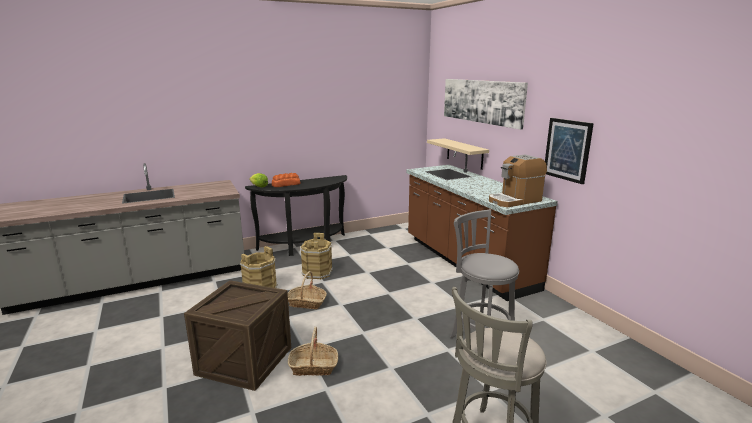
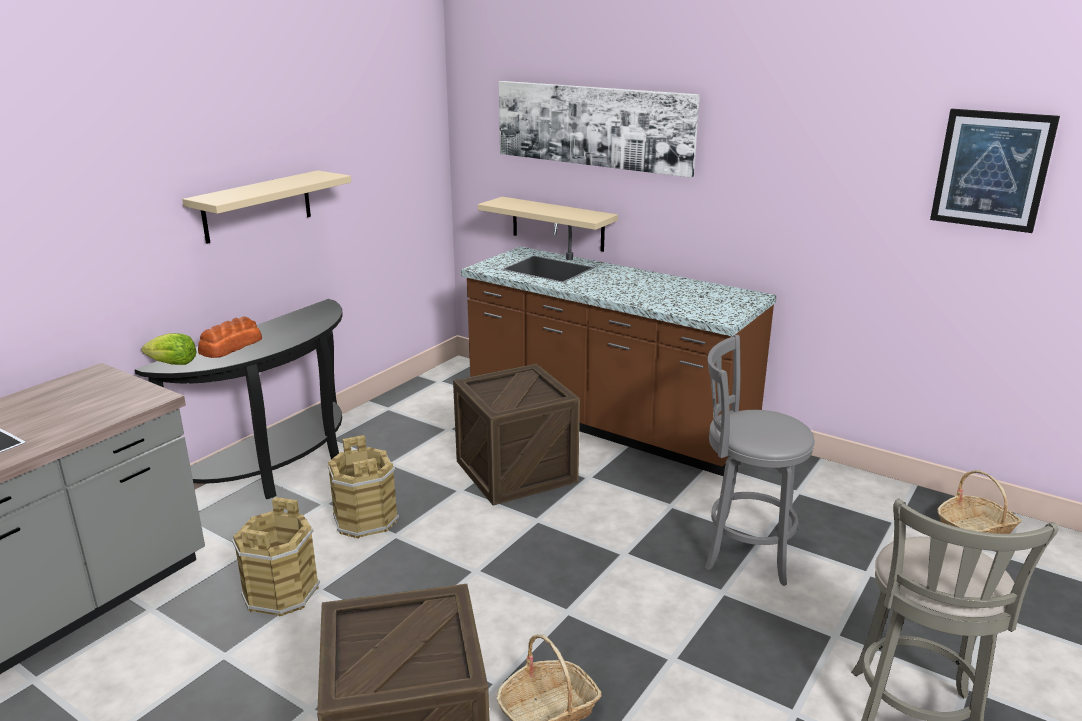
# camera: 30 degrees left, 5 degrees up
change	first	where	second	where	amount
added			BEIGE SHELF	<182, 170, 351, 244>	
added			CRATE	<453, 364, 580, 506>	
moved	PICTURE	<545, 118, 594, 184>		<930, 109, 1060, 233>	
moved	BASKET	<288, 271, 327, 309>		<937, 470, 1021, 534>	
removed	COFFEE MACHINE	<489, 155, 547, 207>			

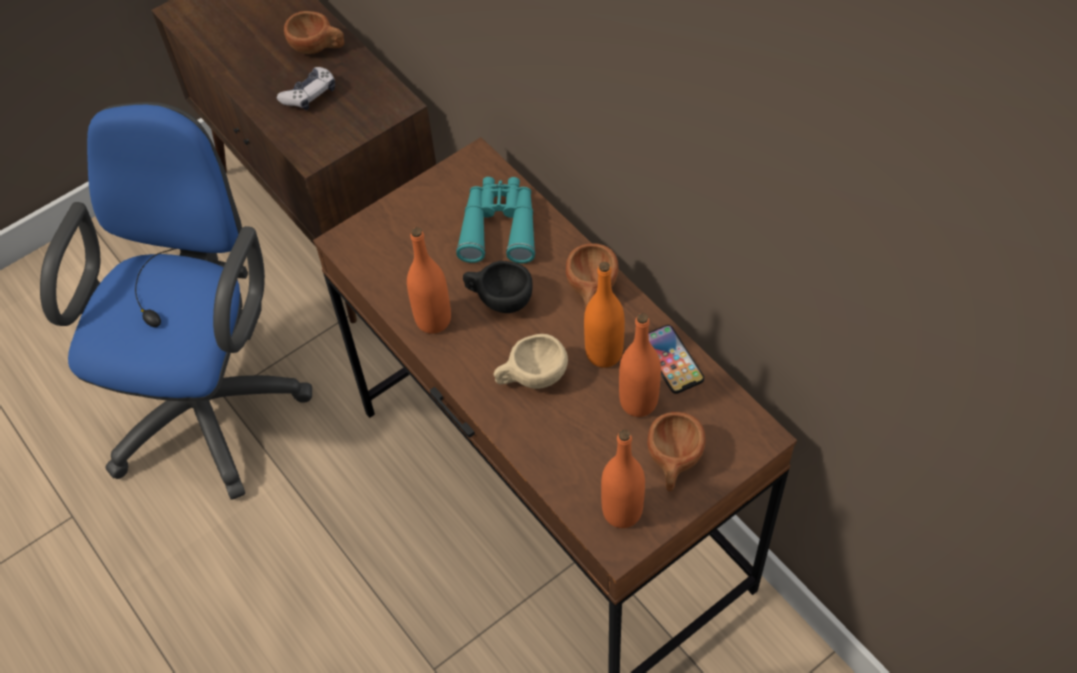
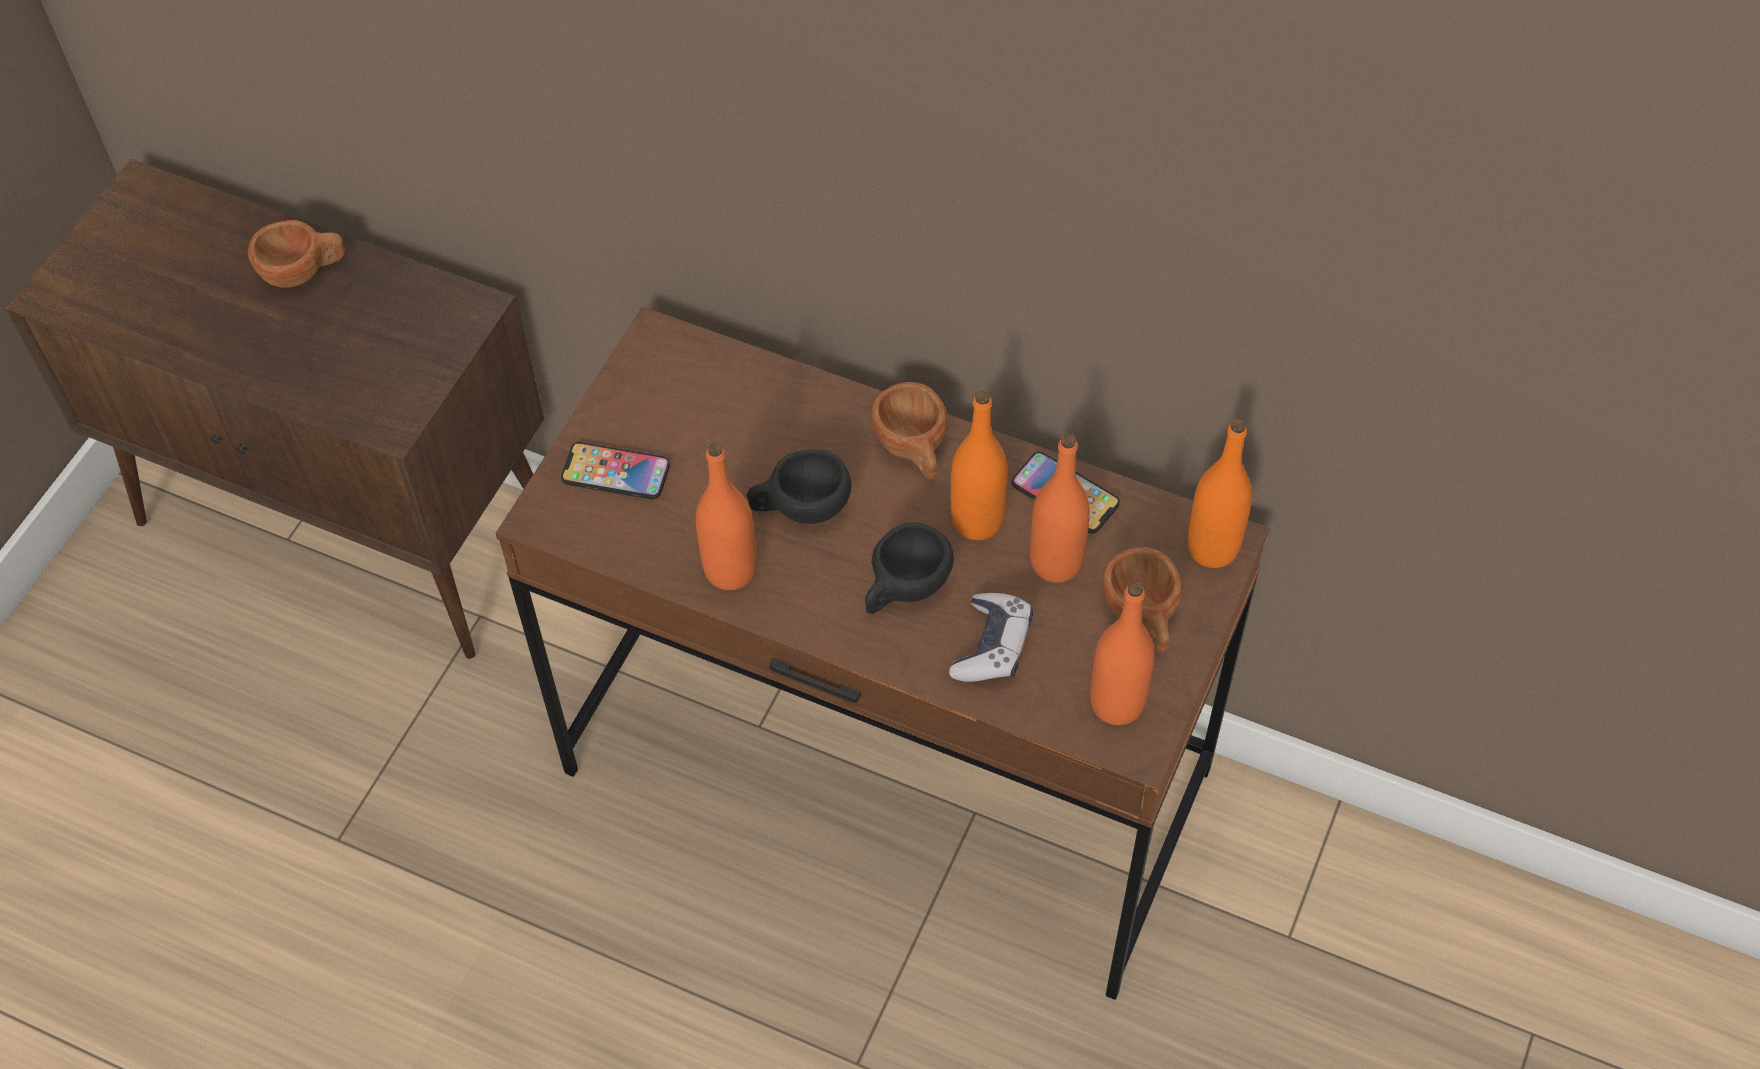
# camera: 30 degrees left, 0 degrees up
change	first	where	second	where	amount
added			PHONE	<561, 442, 670, 499>	
recoloured	BEIGE CUP	<494, 334, 568, 389>	BLACK CUP	<865, 522, 954, 614>	
moved	GAME CONTROLLER	<277, 67, 335, 110>		<949, 593, 1033, 682>	
added			ORANGE BOTTLE	<1187, 419, 1252, 568>	
removed	BLUE OFFICE CHAIR	<40, 102, 312, 500>			
removed	TURQUOISE BINOCULARS	<456, 177, 536, 264>			

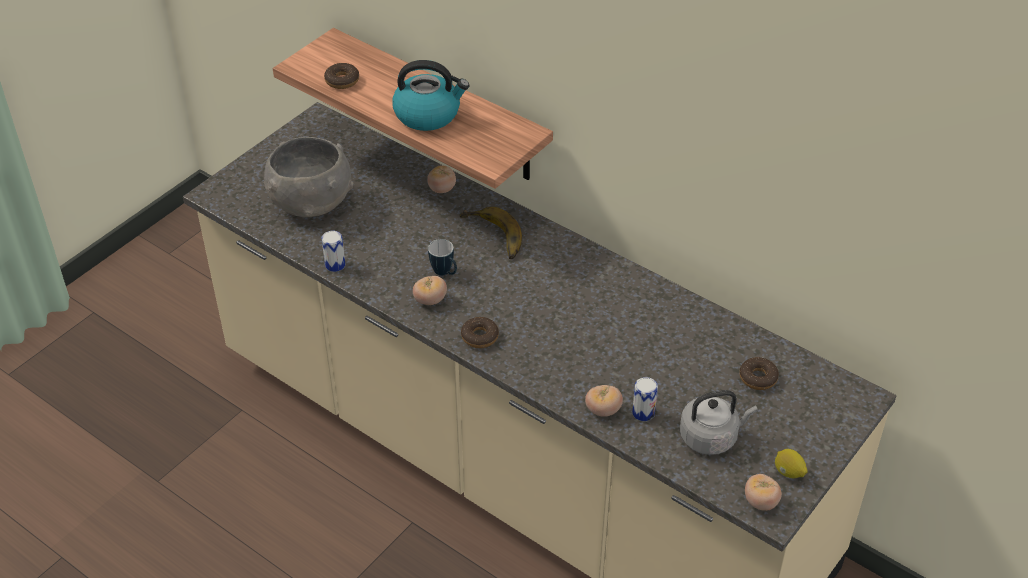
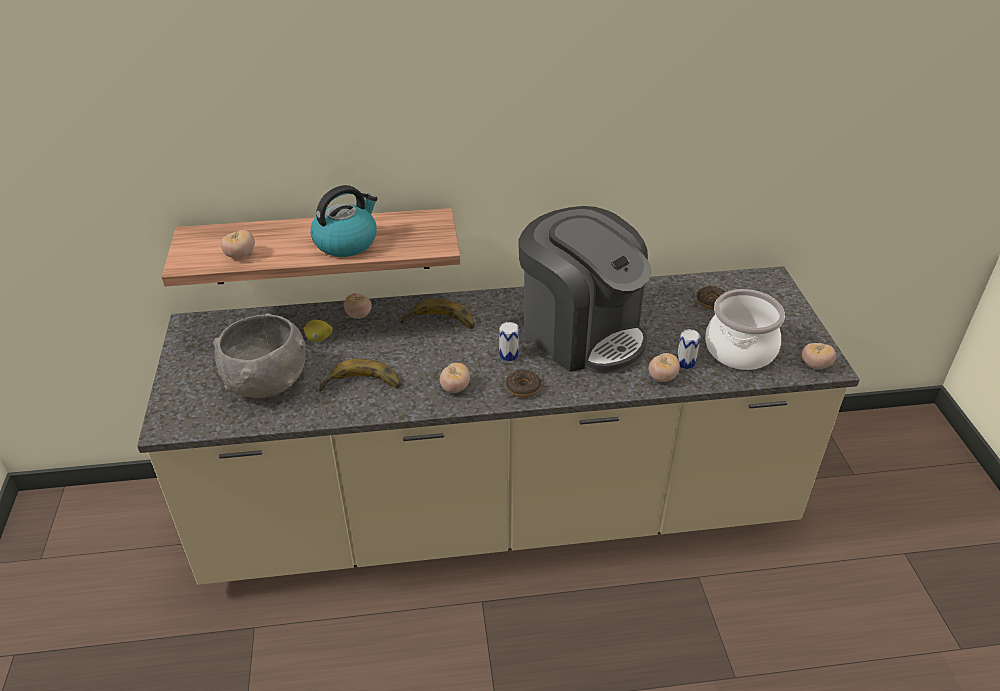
# camera: 45 degrees left, 5 degrees down
change	first	where	second	where	amount
replaced	DONUT	<324, 63, 359, 89>	TOMATO	<221, 230, 255, 258>	
moved	LEMON	<775, 449, 808, 478>		<304, 320, 333, 342>	
added			BANANA	<319, 359, 401, 391>	
moved	CAN	<322, 231, 345, 272>		<499, 322, 519, 361>	
added			COFFEE MACHINE	<518, 206, 651, 373>	
replaced	GREY KETTLE	<680, 390, 758, 455>	COOKING POT	<705, 289, 785, 370>	
removed	MUG	<428, 239, 457, 276>			

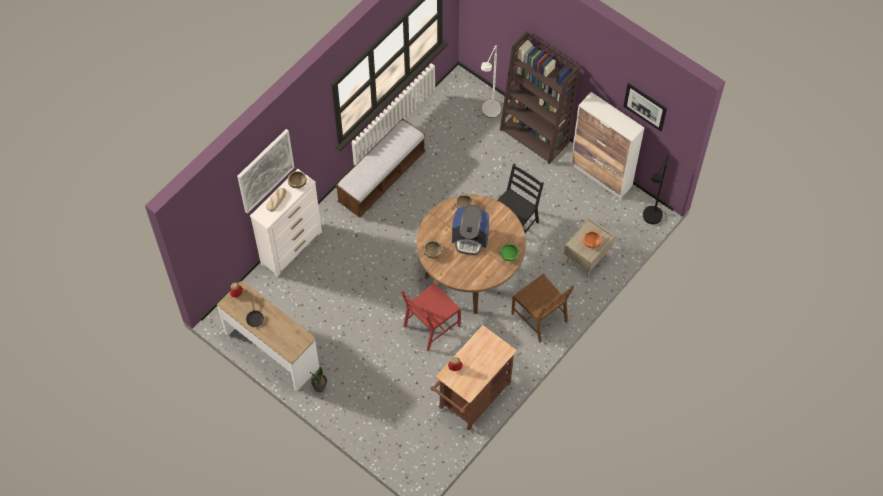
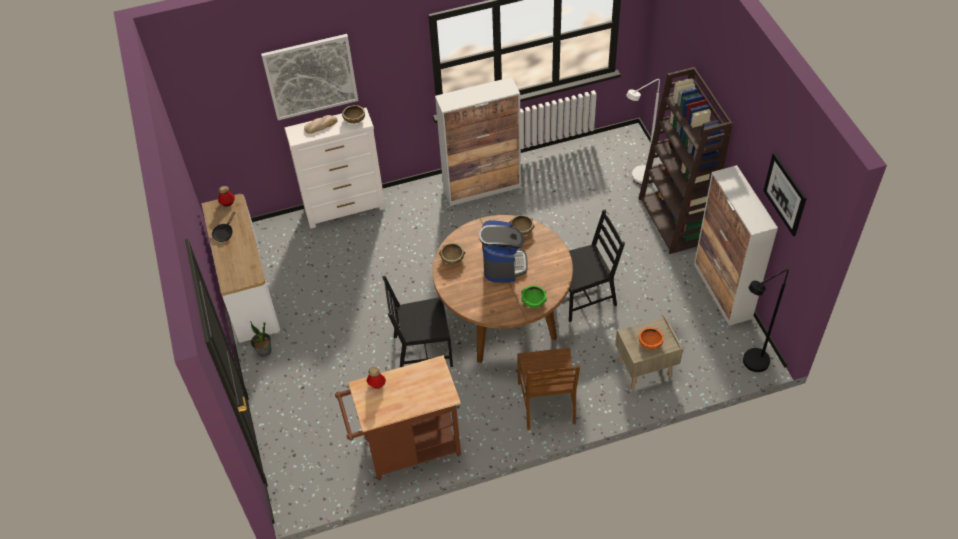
# camera: 35 degrees right, 10 degrees down
change	first	where	second	where	amount
recoloured	RED CHAIR	<401, 282, 461, 351>	BLACK CHAIR	<382, 276, 453, 367>	
replaced	BENCH	<336, 118, 425, 218>	CABINET	<435, 77, 521, 206>	
turned	COFFEE MACHINE	<452, 205, 489, 255>		<479, 220, 528, 282>	135 degrees counterclockwise

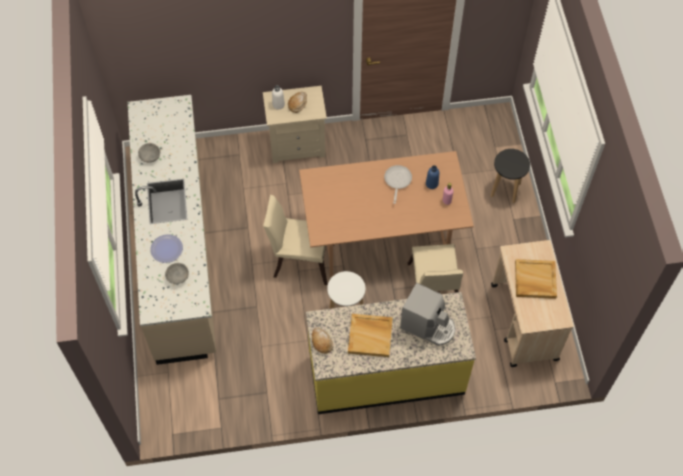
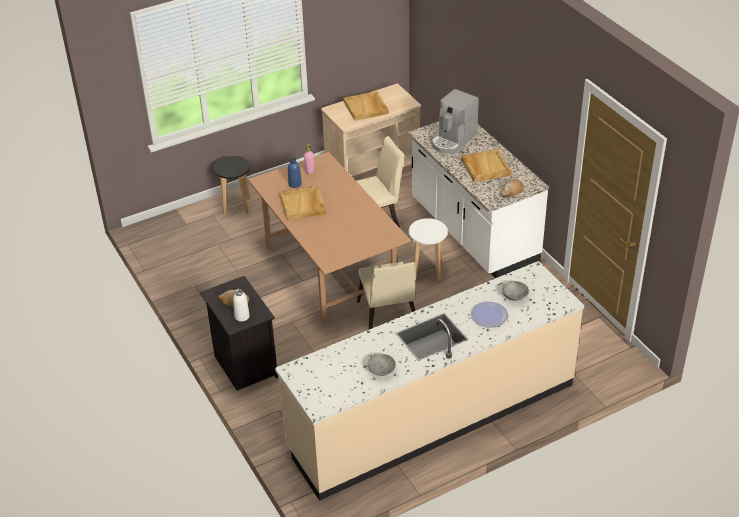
# camera: 110 degrees left, 20 degrees down
change	first	where	second	where	amount
recoloured	BEIGE NIGHTSTAND	<263, 86, 327, 163>	BLACK NIGHTSTAND	<200, 276, 278, 391>	
replaced	FRYING PAN	<384, 165, 412, 204>	BEIGE TRAY	<280, 186, 326, 220>	
recoloured	YELLOW COUNTER	<306, 292, 476, 414>	WHITE COUNTER	<408, 121, 549, 278>	
turned	COFFEE MACHINE	<400, 283, 456, 346>		<432, 89, 479, 154>	150 degrees counterclockwise

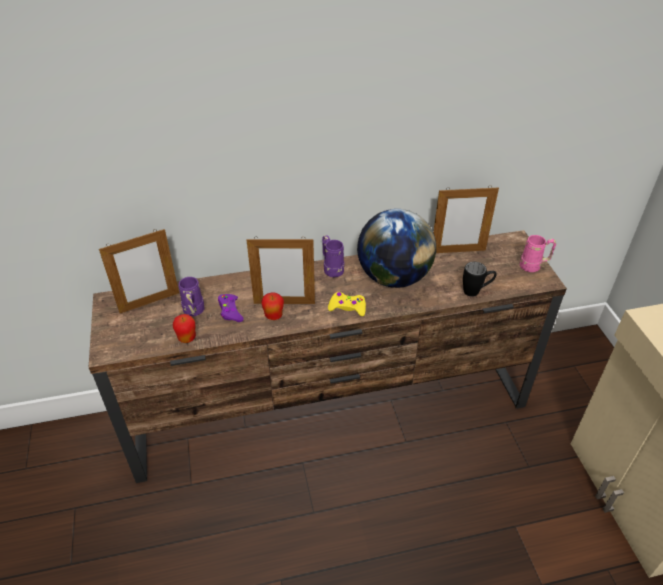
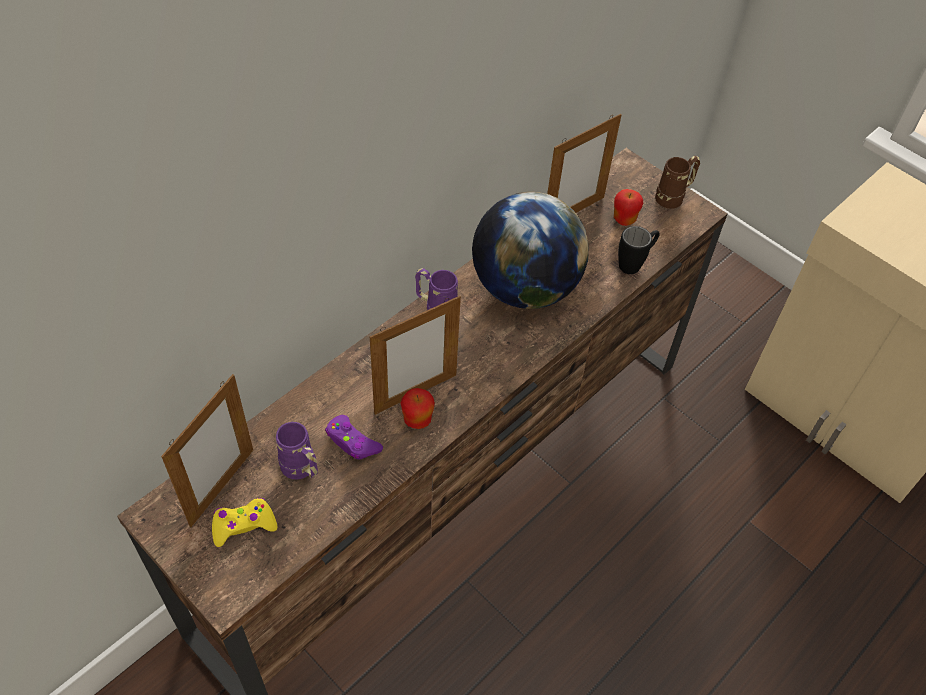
# camera: 35 degrees left, 10 degrees up
change	first	where	second	where	amount
moved	YELLOW GAME CONTROLLER	<328, 292, 366, 316>		<212, 498, 277, 547>	
moved	APPLE	<173, 314, 196, 343>		<614, 189, 643, 226>	
recoloured	PINK MUG	<520, 235, 556, 272>	BROWN MUG	<655, 156, 700, 209>	

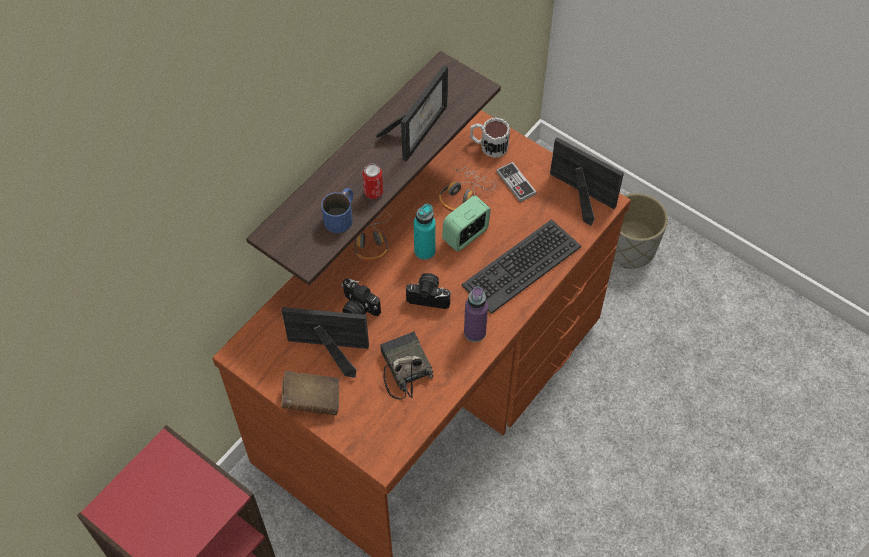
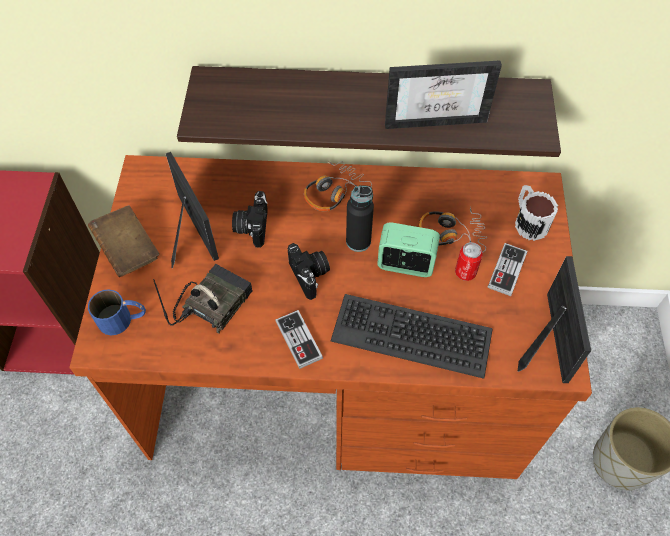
# camera: 55 degrees right, 0 degrees up
change	first	where	second	where	amount
moved	BLUE MUG	<321, 188, 353, 233>		<88, 289, 146, 335>	
replaced	PURPLE BOTTLE	<464, 286, 488, 342>	GAME CONTROLLER	<275, 310, 323, 369>	
recoloured	TURQUOISE BOTTLE	<414, 204, 436, 260>	BLACK BOTTLE	<346, 185, 374, 252>	
moved	CAN	<363, 163, 383, 199>		<455, 242, 483, 281>	

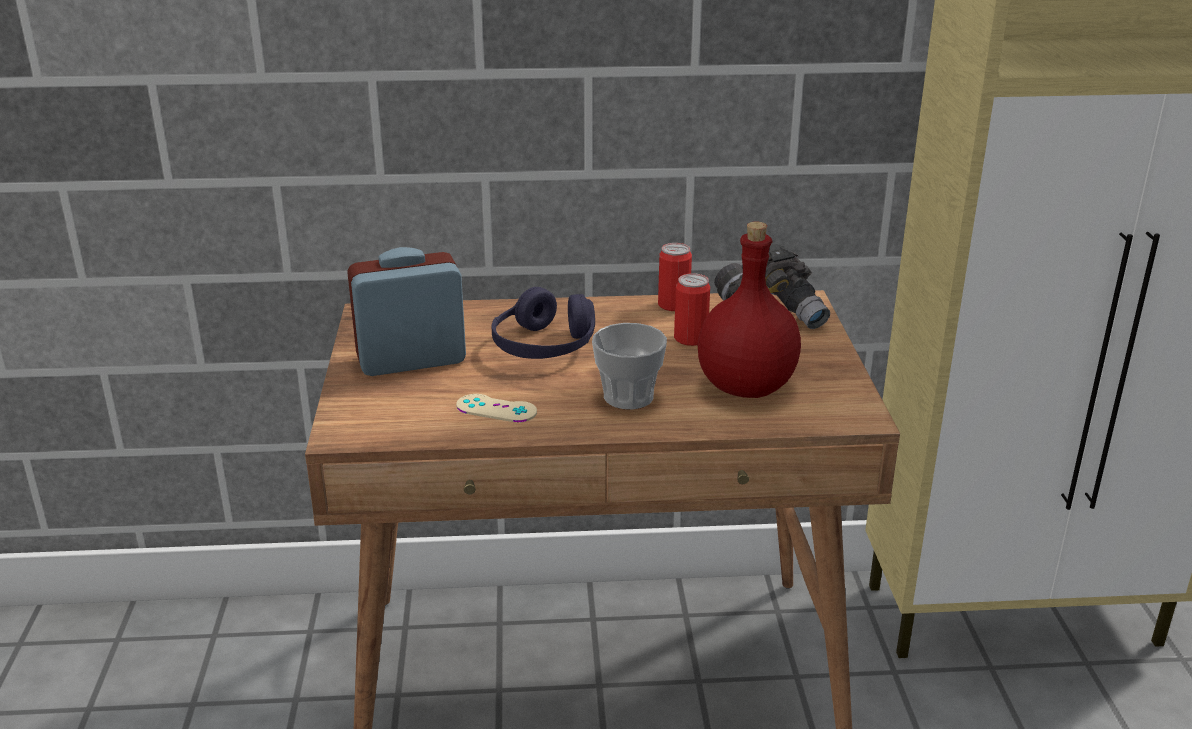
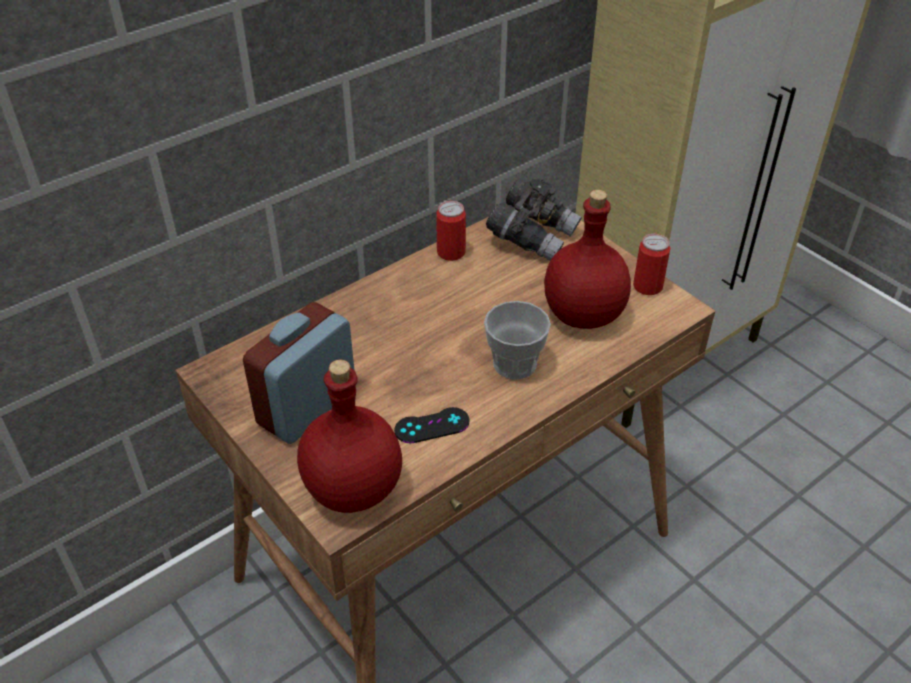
# camera: 35 degrees left, 15 degrees up
change	first	where	second	where	amount
added			RED BOTTLE	<297, 360, 402, 513>	
recoloured	BEIGE GAME CONTROLLER	<456, 394, 537, 423>	BLACK GAME CONTROLLER	<394, 407, 470, 443>	
moved	CAN	<674, 273, 710, 346>		<633, 234, 670, 295>	
removed	PURPLE HEADPHONES	<492, 287, 595, 359>			

